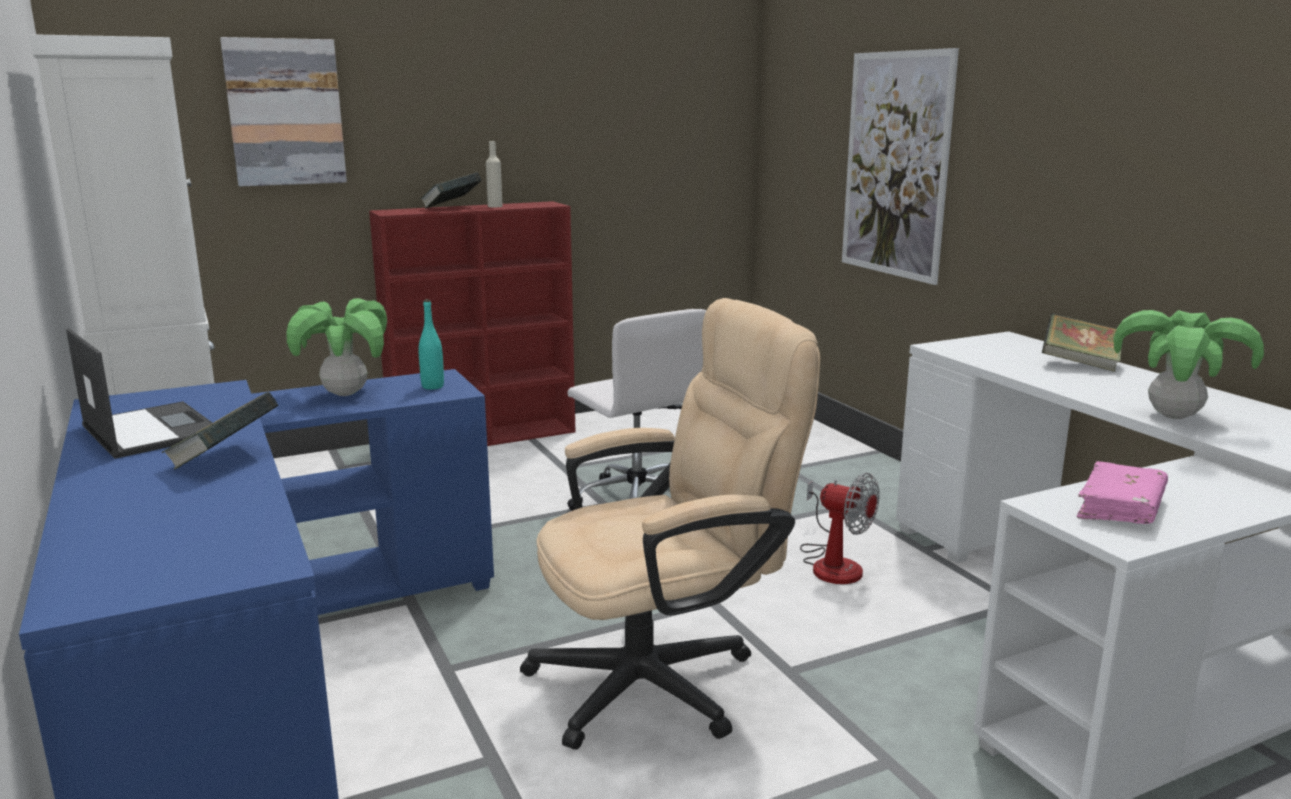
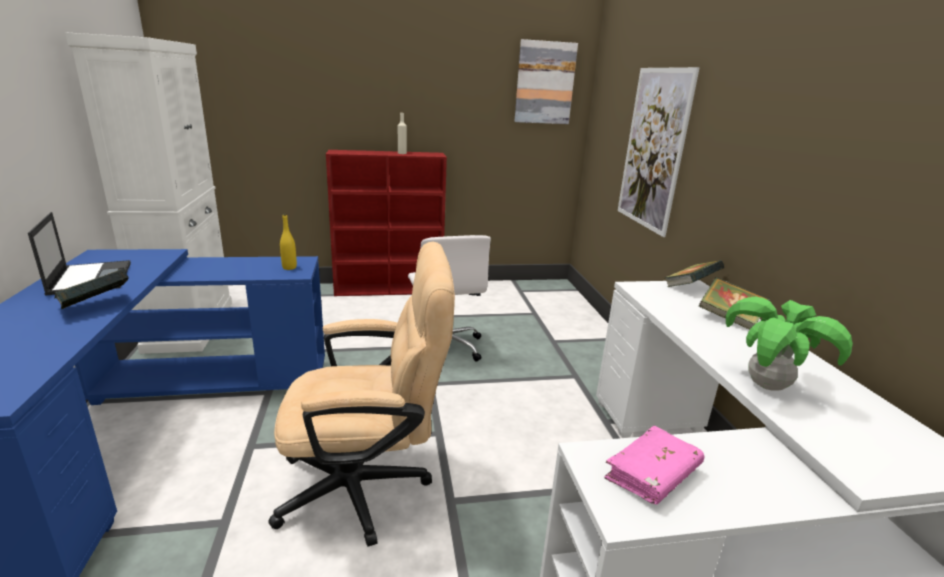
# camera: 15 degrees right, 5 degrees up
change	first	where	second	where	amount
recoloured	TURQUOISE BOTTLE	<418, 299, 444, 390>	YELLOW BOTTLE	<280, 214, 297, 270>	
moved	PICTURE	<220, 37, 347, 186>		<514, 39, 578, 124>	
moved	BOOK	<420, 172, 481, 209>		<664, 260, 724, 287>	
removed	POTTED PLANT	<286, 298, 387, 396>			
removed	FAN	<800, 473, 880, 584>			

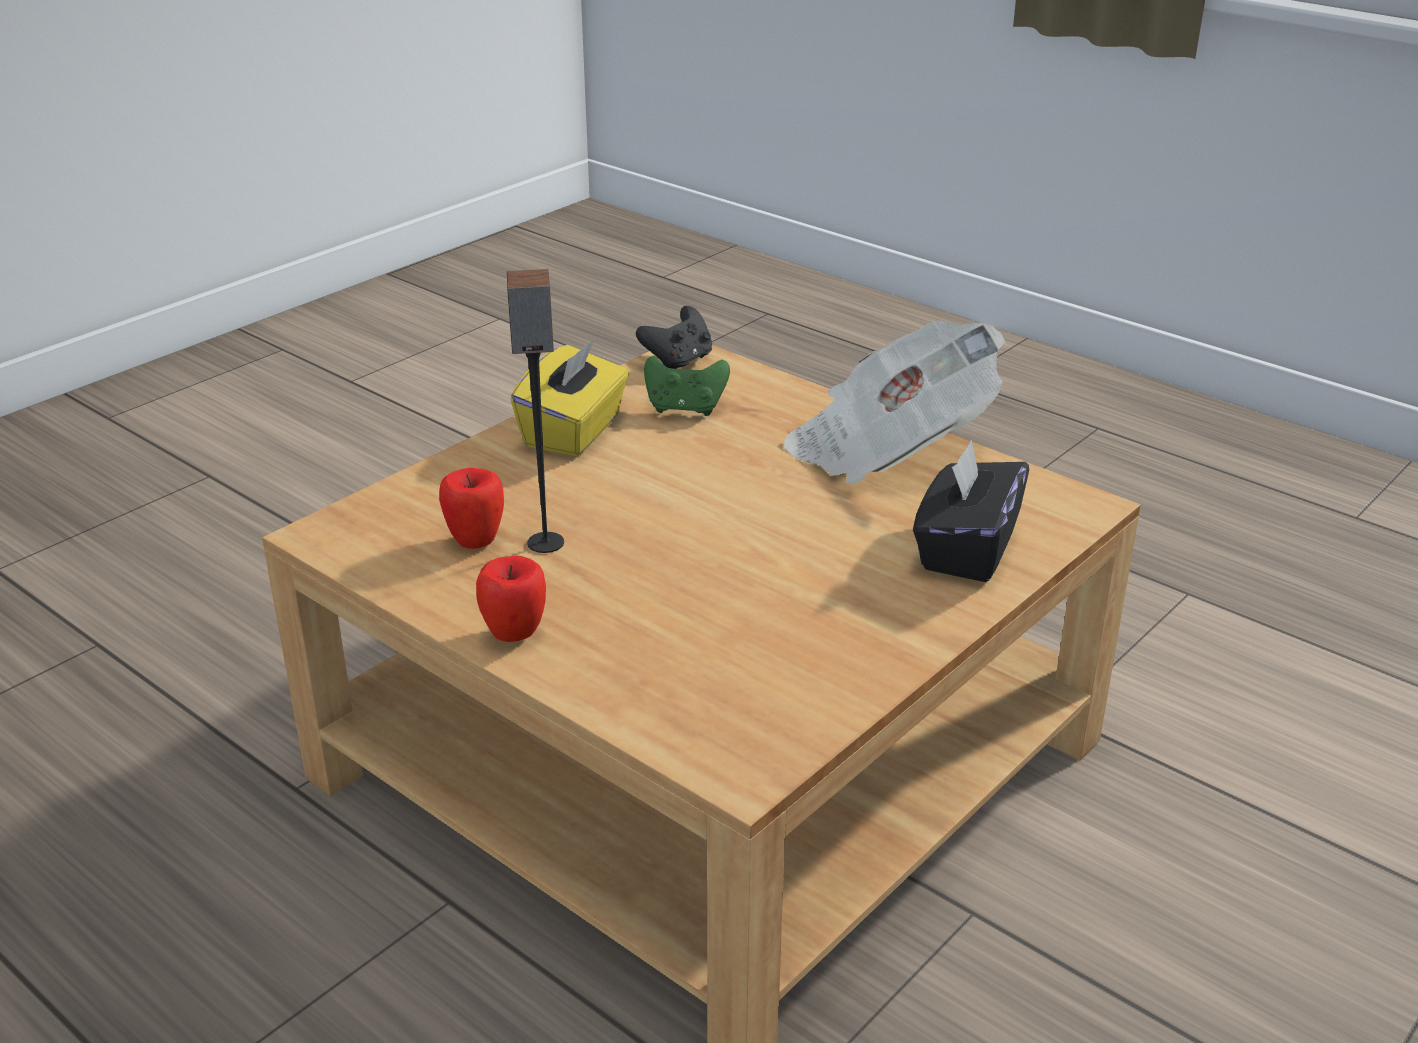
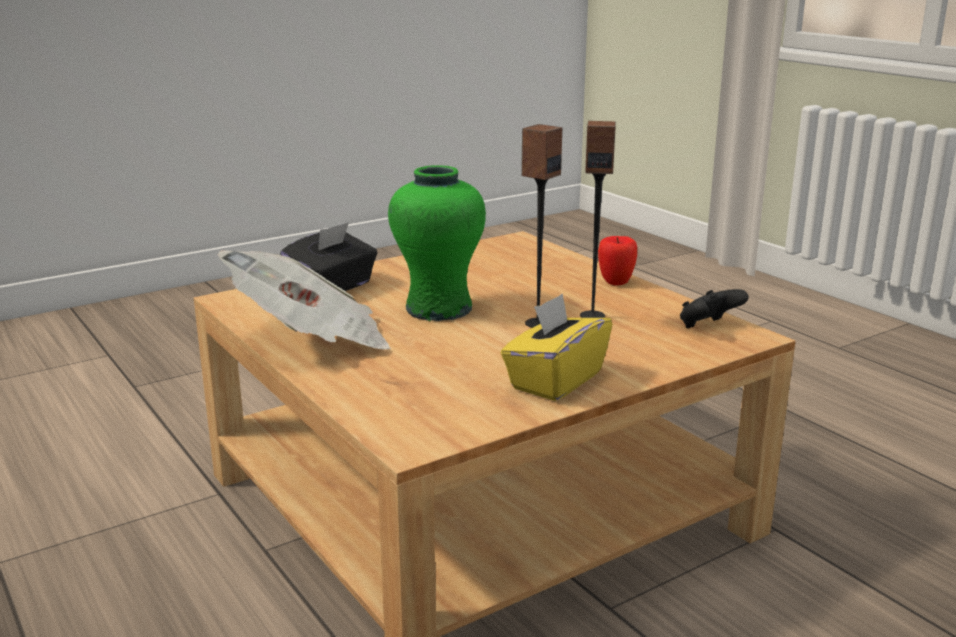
# camera: 165 degrees left, 10 degrees down
change	first	where	second	where	amount
added			GREEN VASE	<388, 165, 486, 321>	
added			SPEAKER	<521, 124, 562, 328>	
moved	BLACK GAME CONTROLLER	<636, 306, 712, 369>		<680, 289, 749, 328>	
removed	APPLE	<439, 468, 504, 549>			
removed	GREEN GAME CONTROLLER	<644, 355, 730, 416>			

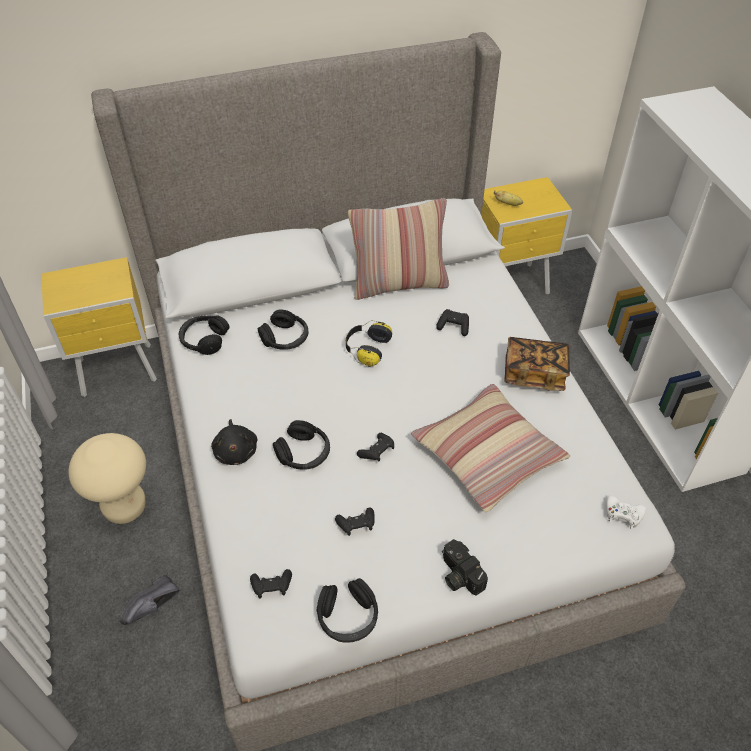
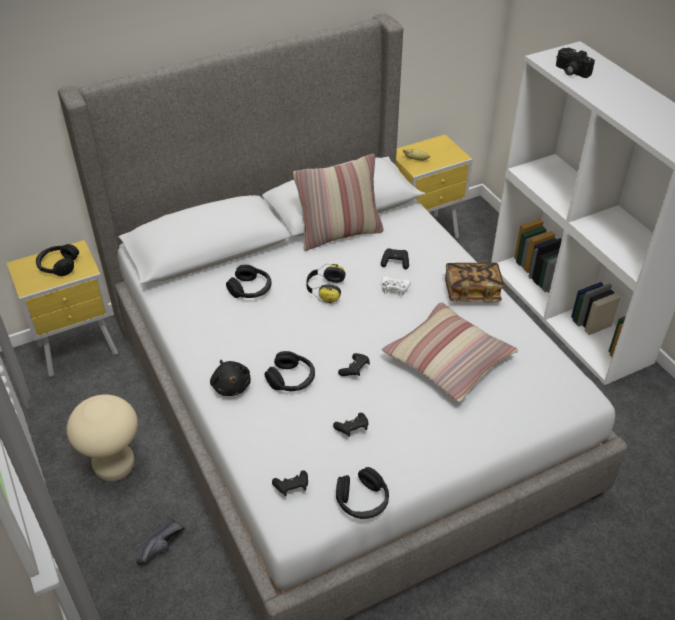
# camera: 10 degrees left, 5 degrees down
change	first	where	second	where	amount
moved	BLACK HEADPHONES	<179, 315, 230, 355>		<36, 244, 79, 276>	
moved	WHITE GAME CONTROLLER	<606, 495, 646, 529>		<381, 276, 411, 296>	
moved	PHOTO CAMERA	<442, 539, 488, 596>		<556, 48, 595, 78>	

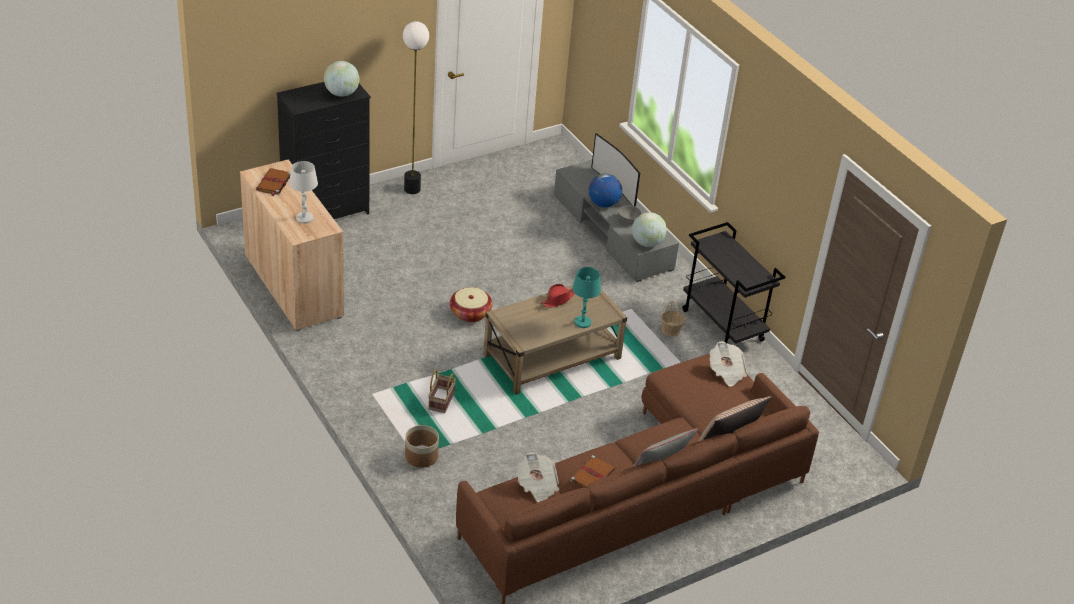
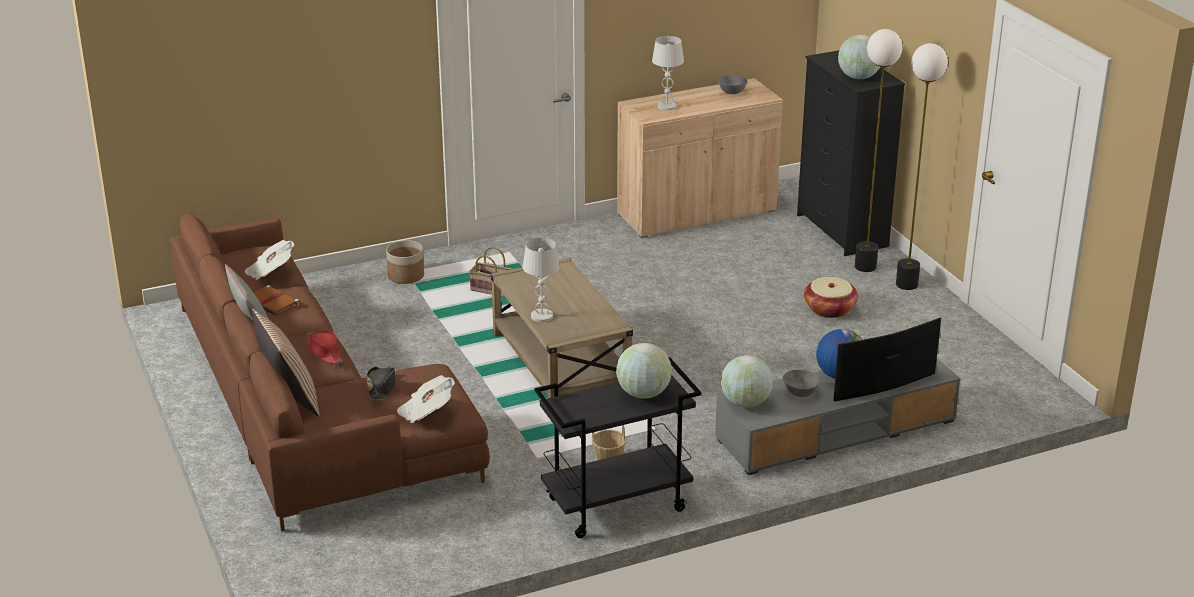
# camera: 100 degrees right, 10 degrees down
change	first	where	second	where	amount
moved	RED HAT	<540, 284, 575, 308>		<306, 330, 342, 364>	
added			BLACK HAT	<367, 366, 395, 401>	
recoloured	TURQUOISE TABLE LAMP	<572, 267, 601, 328>	WHITE TABLE LAMP	<522, 238, 560, 322>	
added			GLOBE	<616, 343, 672, 399>	
replaced	BROWN BOOK	<256, 168, 291, 196>	GREY BOWL	<718, 75, 748, 94>	
moved	BASKET	<450, 287, 492, 322>		<804, 277, 858, 318>	
added			FLOOR LAMP	<855, 29, 903, 272>	

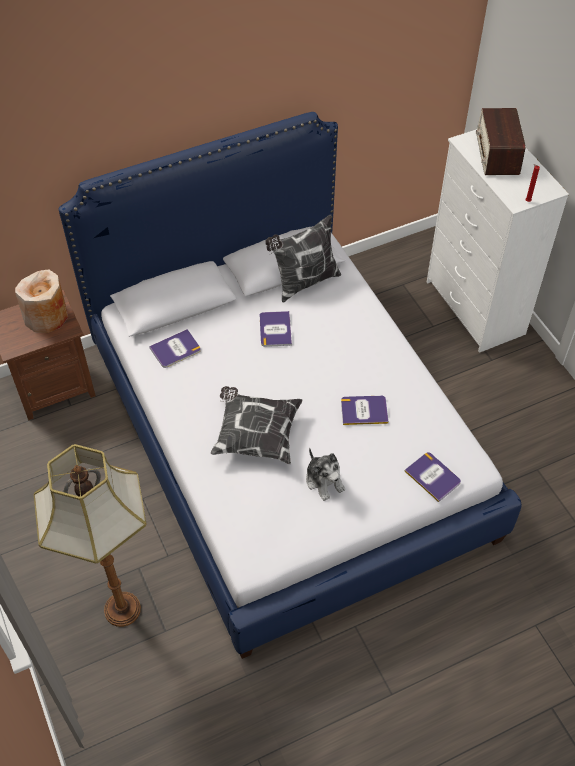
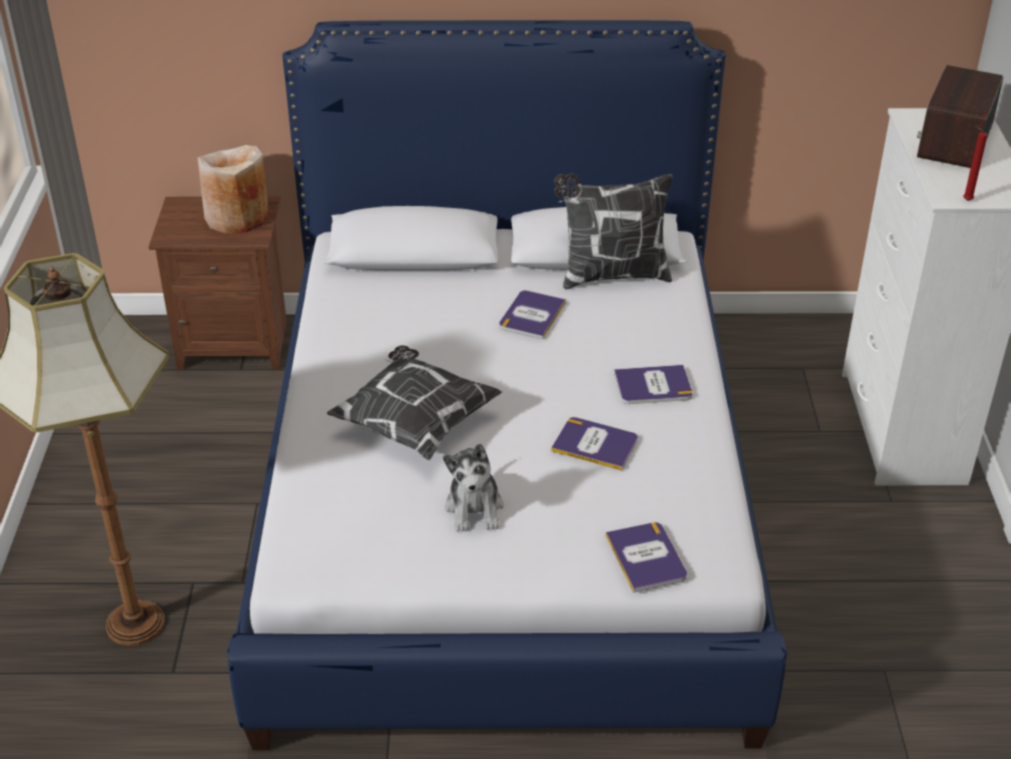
# camera: 25 degrees right, 15 degrees down
change	first	where	second	where	amount
moved	BOOK	<149, 329, 201, 368>		<614, 365, 692, 404>	

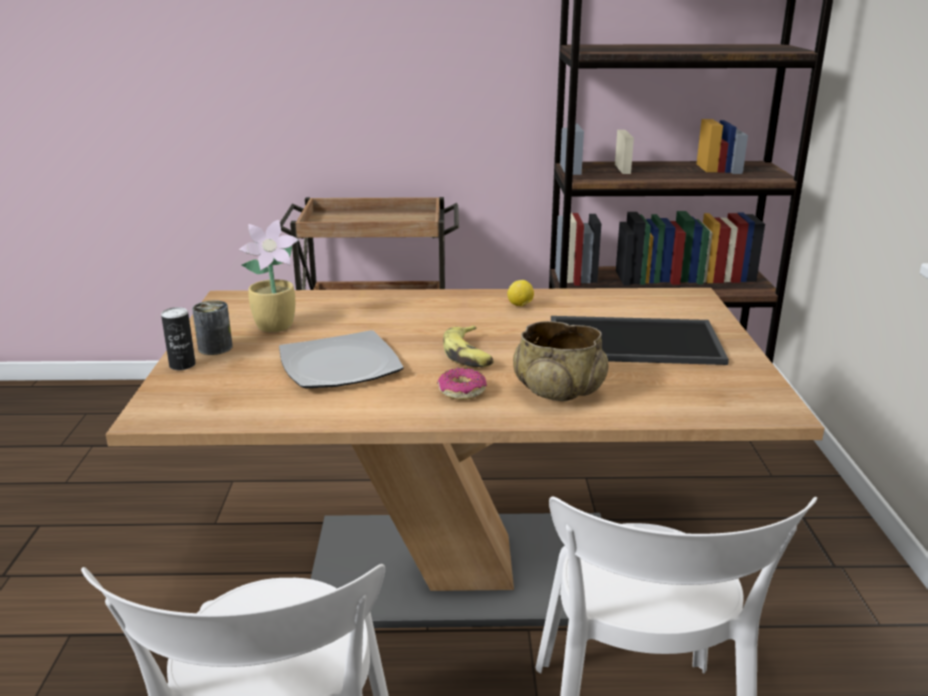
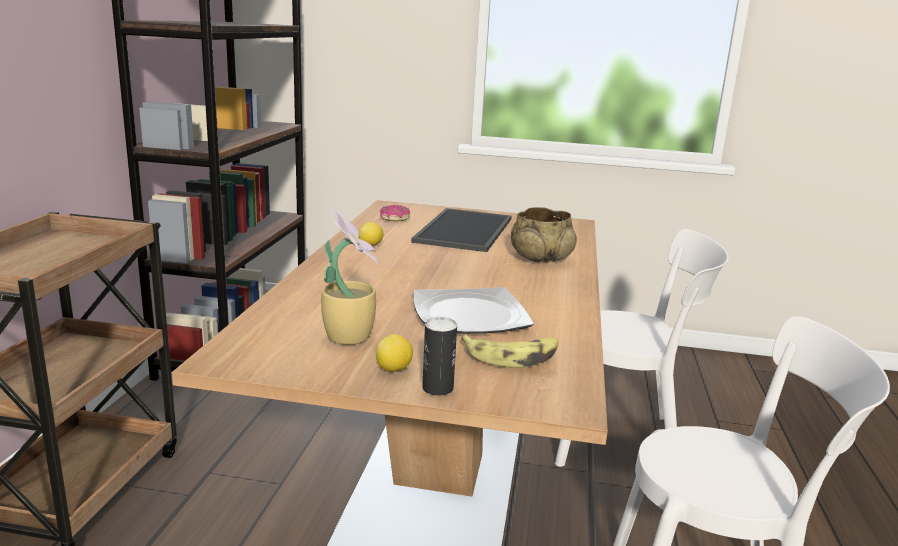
# camera: 80 degrees left, 5 degrees down
change	first	where	second	where	amount
replaced	CAN	<192, 300, 233, 355>	LEMON	<376, 334, 413, 372>	
moved	DONUT	<437, 368, 487, 400>		<380, 205, 410, 222>	
moved	BANANA	<443, 326, 494, 367>		<461, 335, 558, 368>	

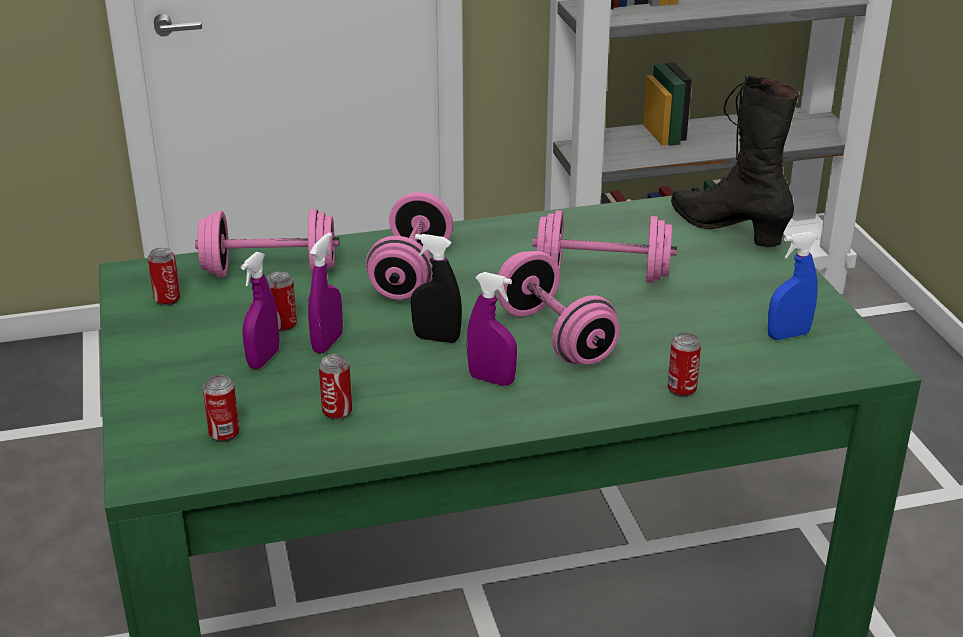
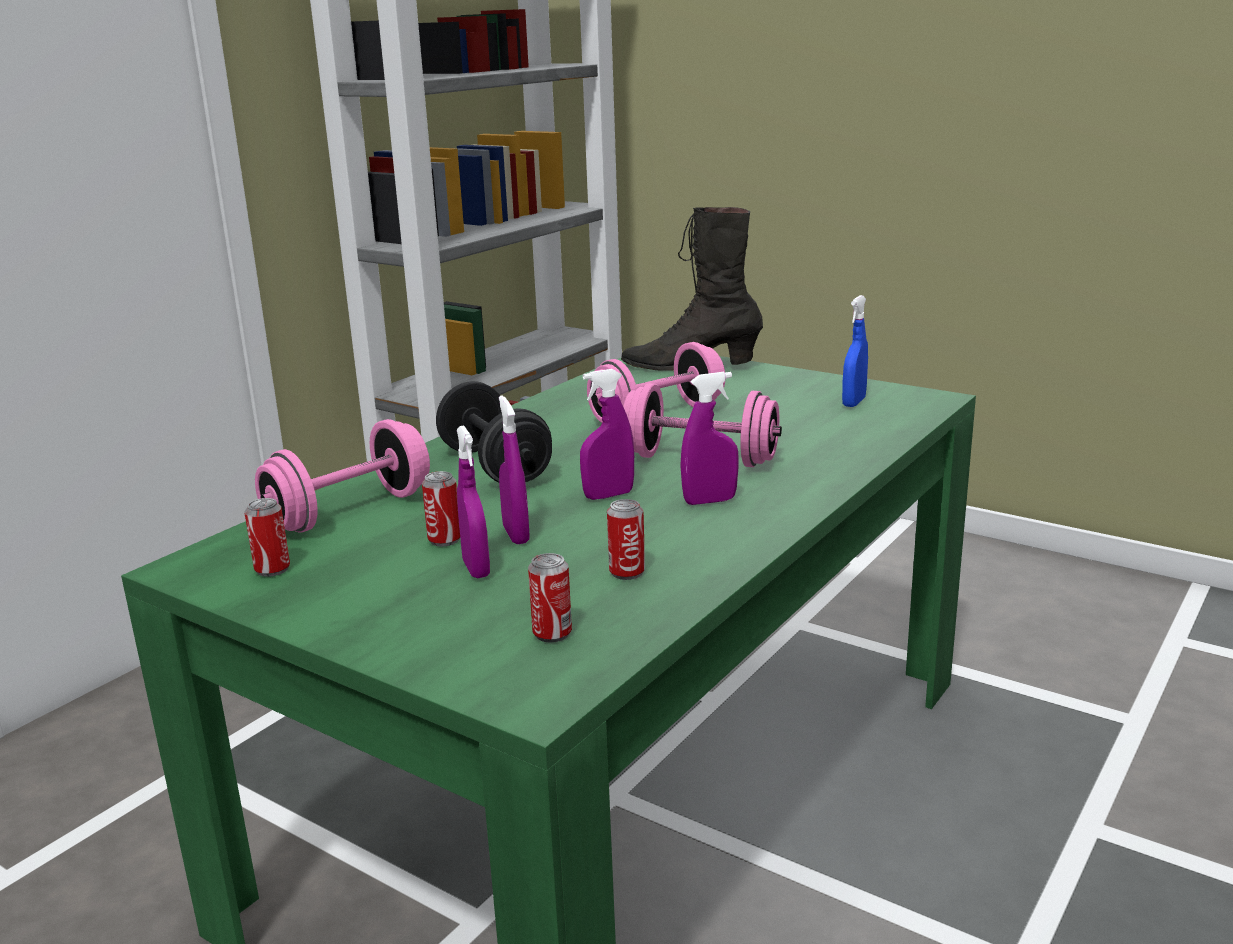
# camera: 40 degrees left, 10 degrees down
change	first	where	second	where	amount
recoloured	PINK DUMBBELL	<366, 193, 453, 300>	BLACK DUMBBELL	<436, 381, 552, 483>	
recoloured	BLACK SPRAY BOTTLE	<411, 234, 462, 343>	PURPLE SPRAY BOTTLE	<580, 369, 634, 500>	
removed	CAN	<668, 333, 701, 397>			

